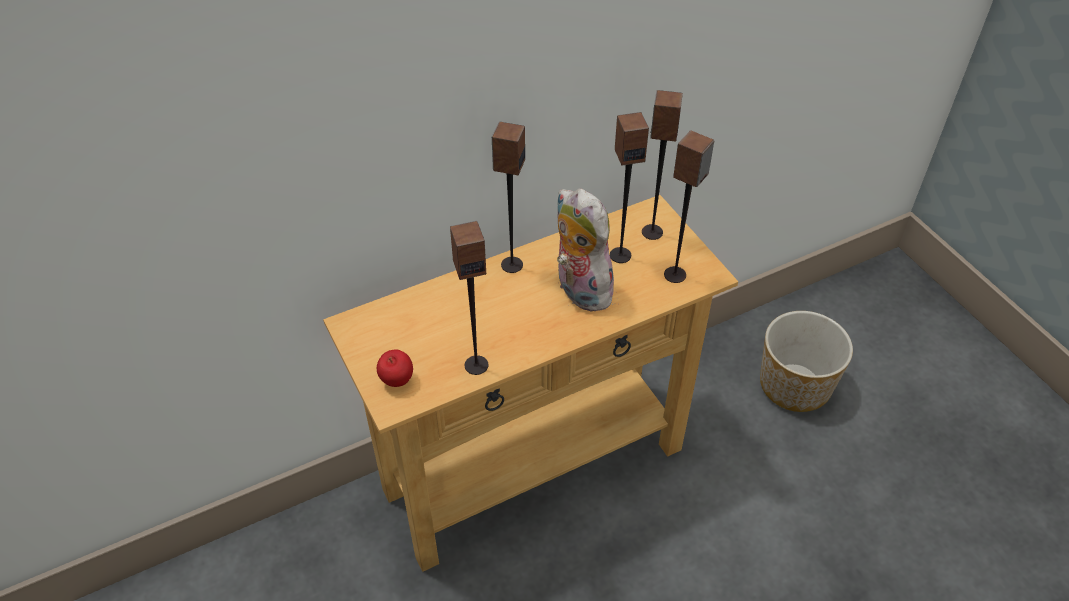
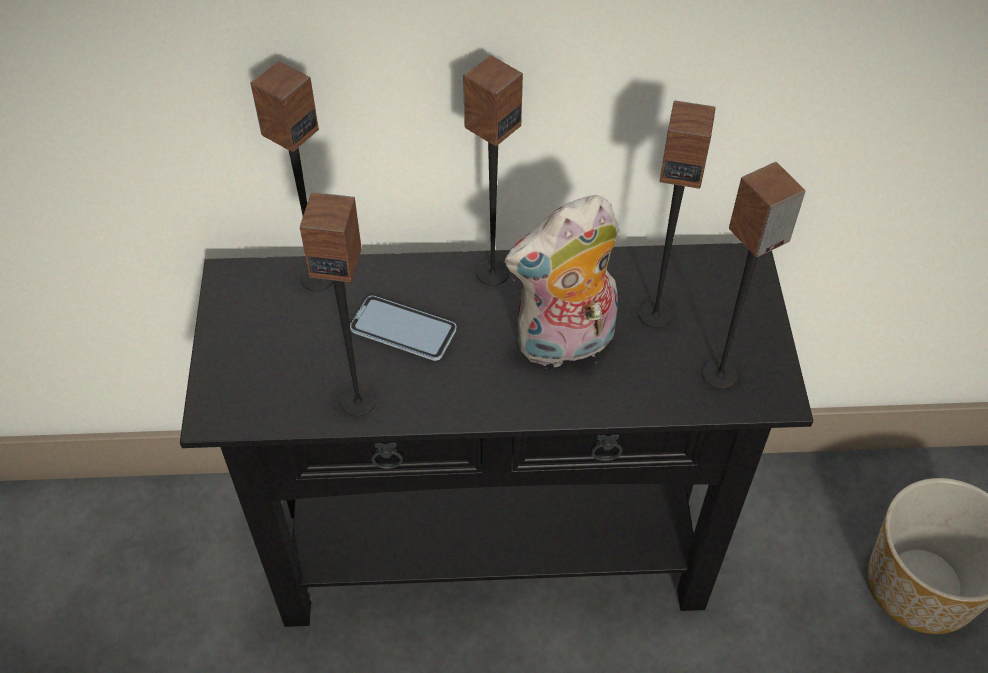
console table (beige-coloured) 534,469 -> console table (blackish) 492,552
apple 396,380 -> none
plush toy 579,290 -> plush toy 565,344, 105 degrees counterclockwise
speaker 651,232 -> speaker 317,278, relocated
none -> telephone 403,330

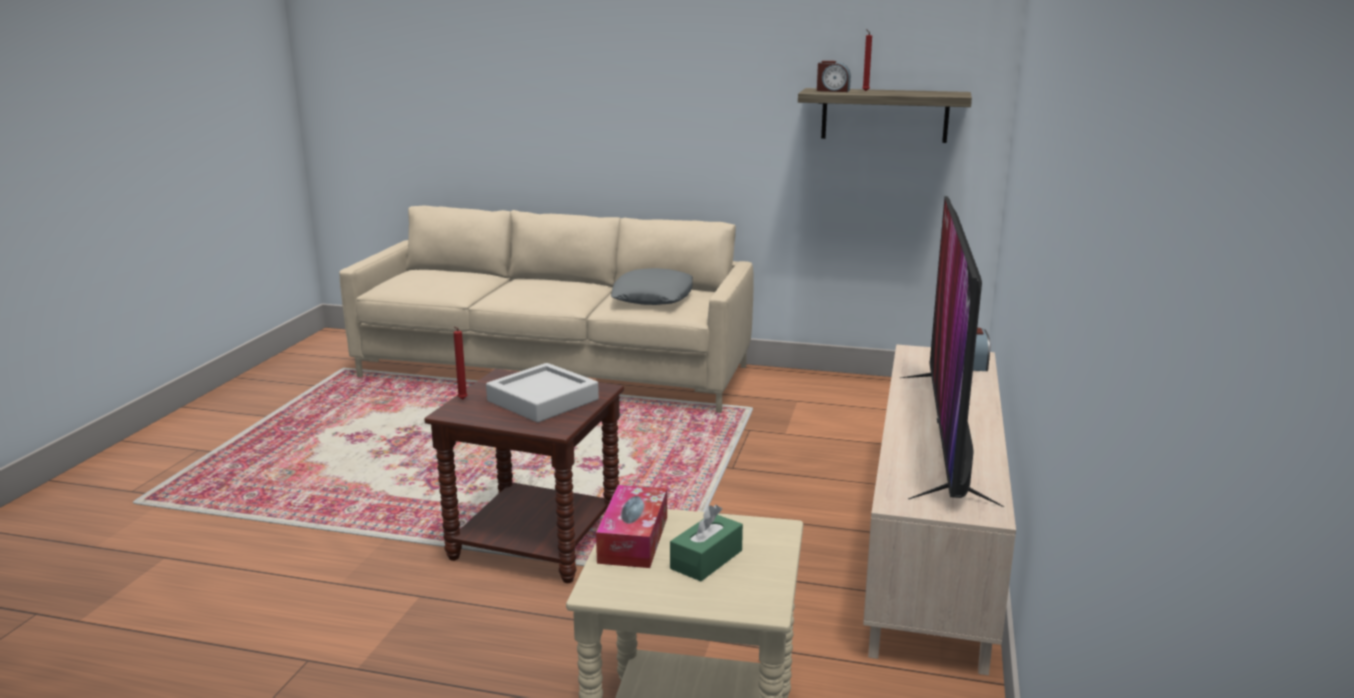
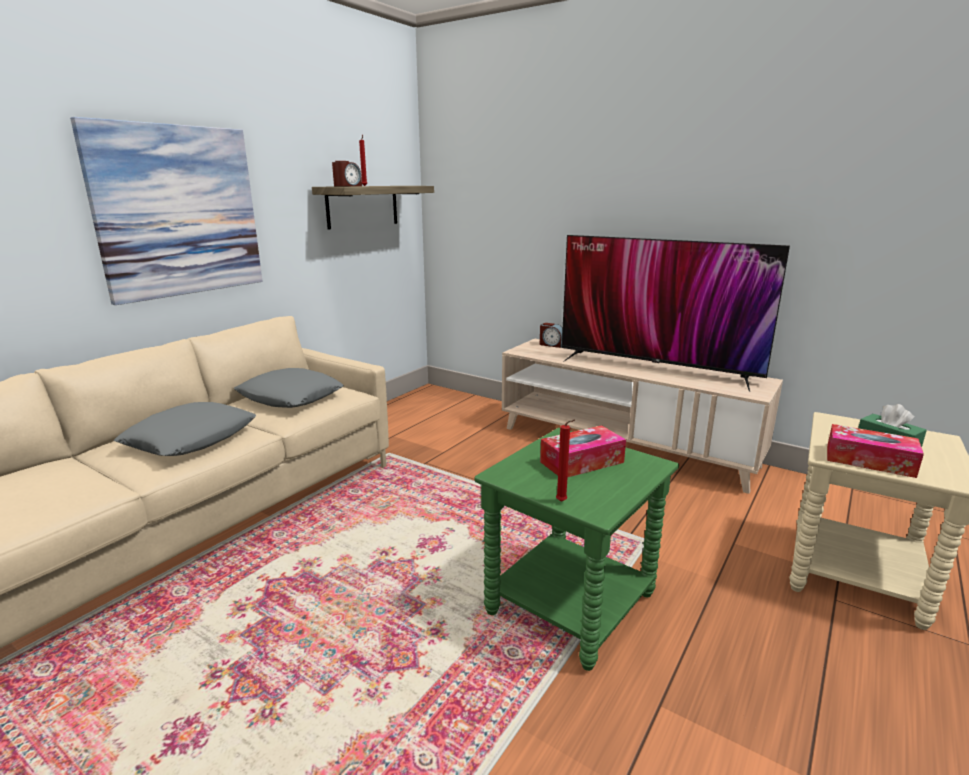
accent table (brownish) 536,542 -> accent table (green) 569,603
tray (greyish) 543,400 -> tissue holder 582,462
none -> picture 178,211
none -> cushion (greyish) 191,438

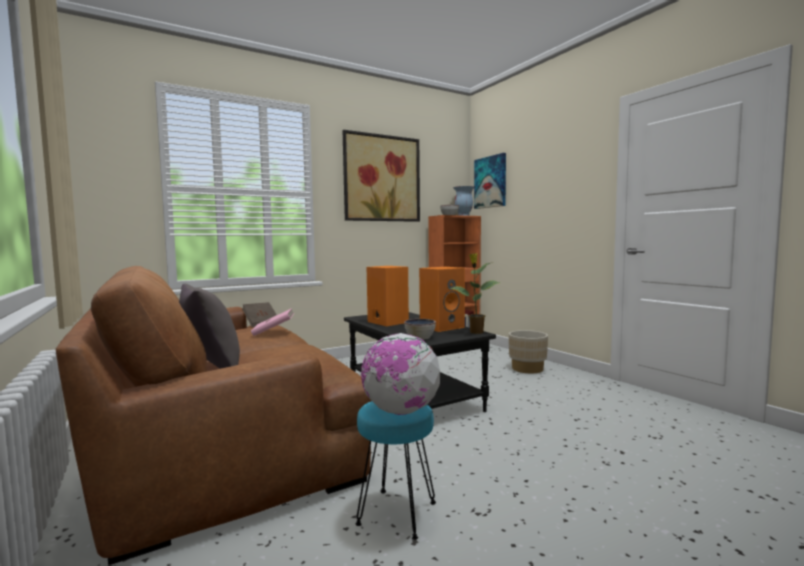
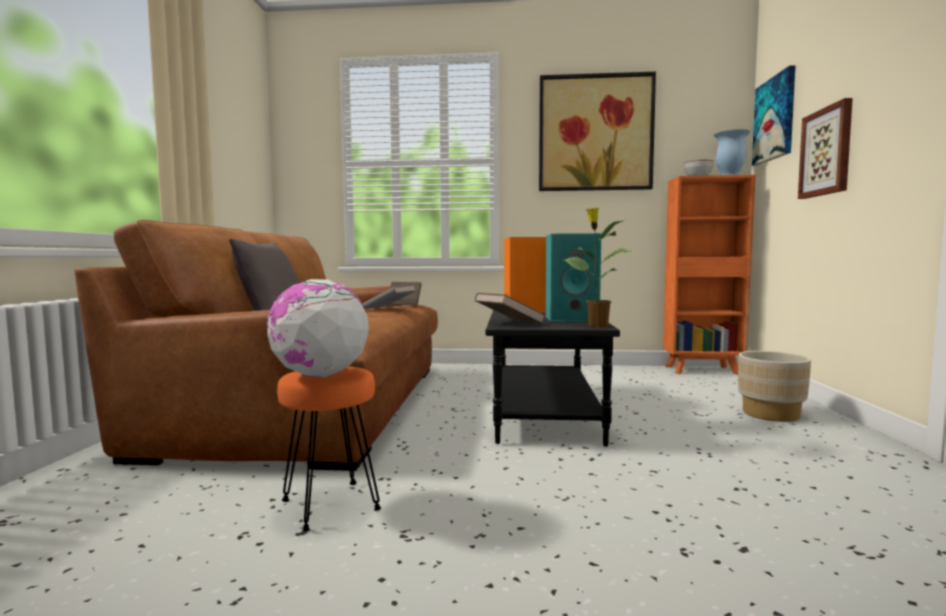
book (pink-coloured) 273,332 -> book (greyish) 389,308
stool seat (blue-green) 396,513 -> stool seat (orange-coloured) 331,504
bowl 420,337 -> book (brownish) 509,323
speaker (orange-coloured) 442,327 -> speaker (blue-green) 572,318
none -> picture 826,152

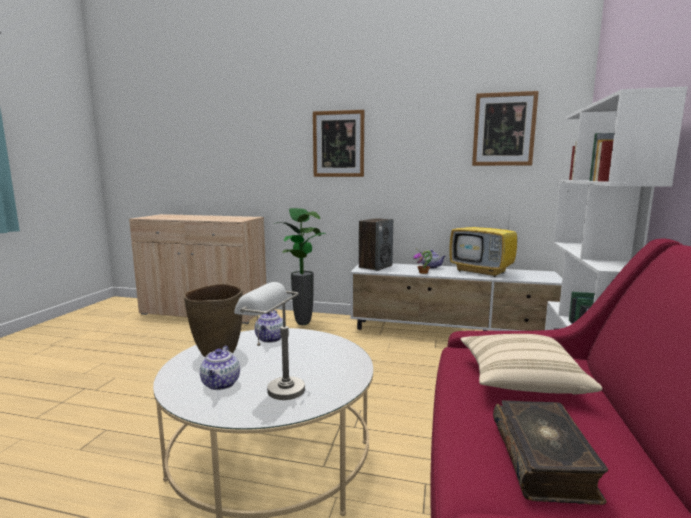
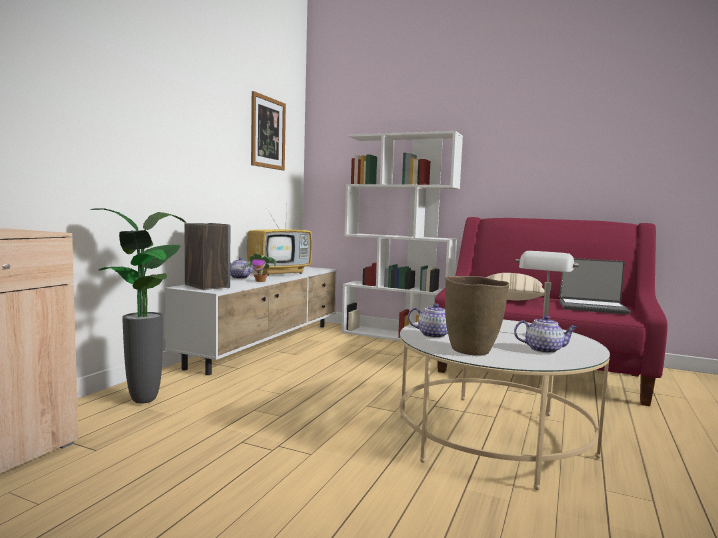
picture 338,144 -> none
book 544,460 -> laptop 592,307

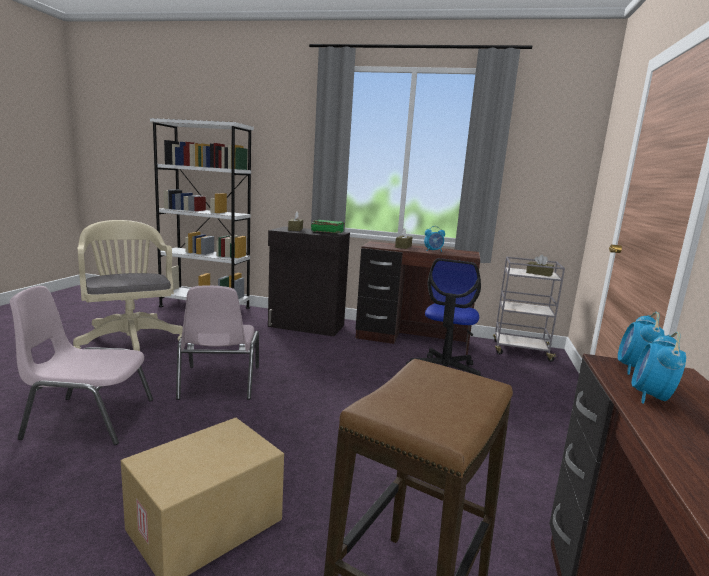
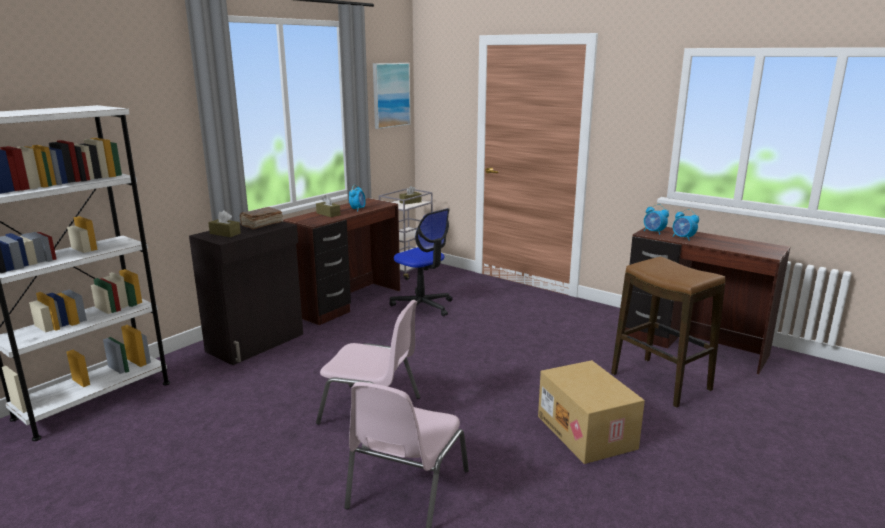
computer chair (beige-coloured) 130,339 -> none
book (green) 327,232 -> book (brownish) 261,224
none -> picture 390,95

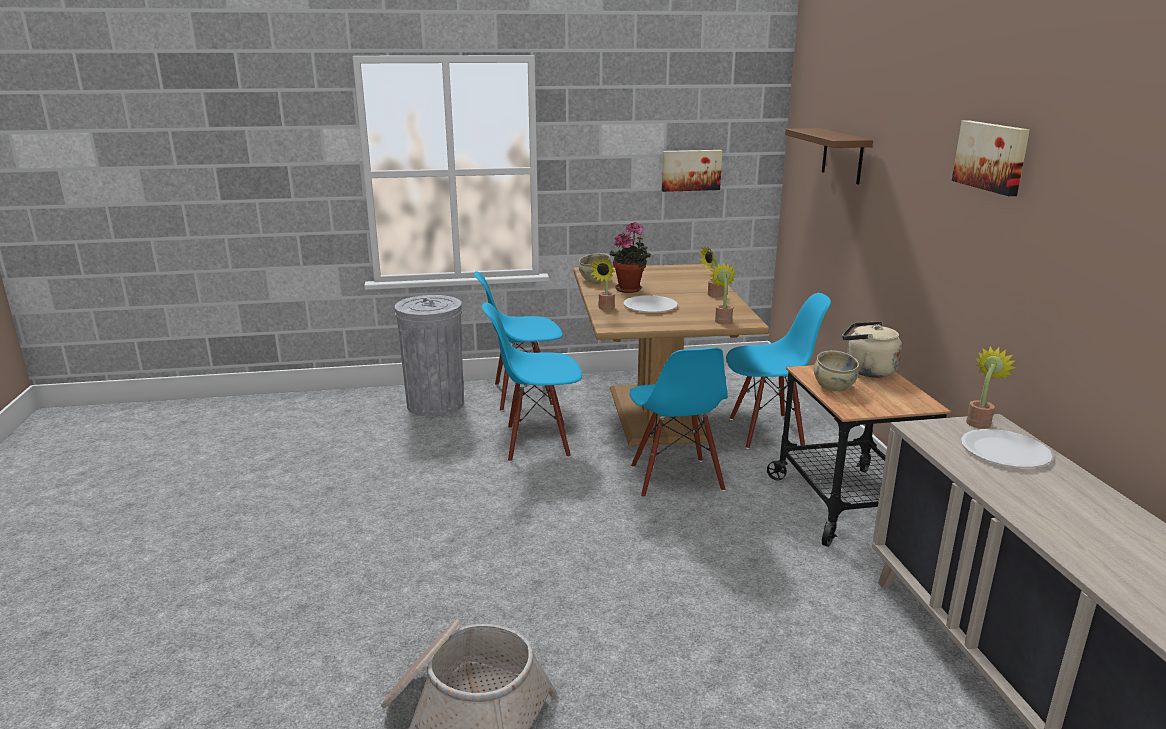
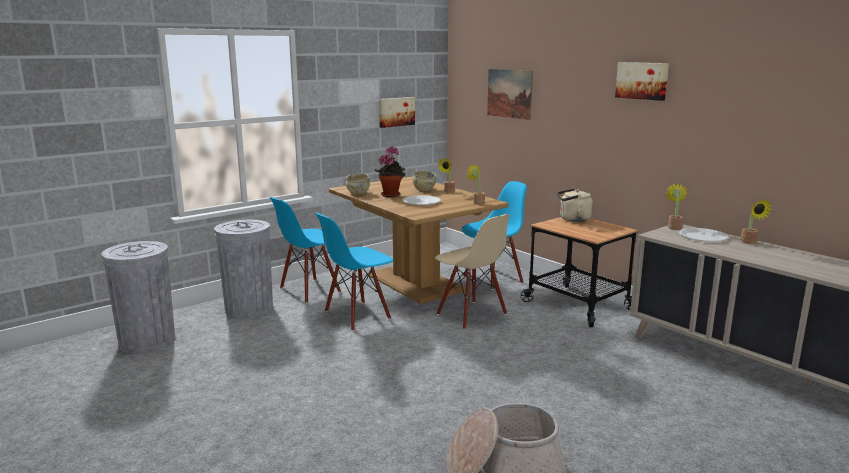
potted plant 605,308 -> potted plant 750,242, relocated
plain chair (blue-coloured) 675,478 -> plain chair (beige-coloured) 471,314
shelf (brownish) 842,156 -> picture 509,93
bowl (beige-coloured) 833,386 -> bowl (beige-coloured) 424,189, relocated
none -> trash can (greyish) 147,342

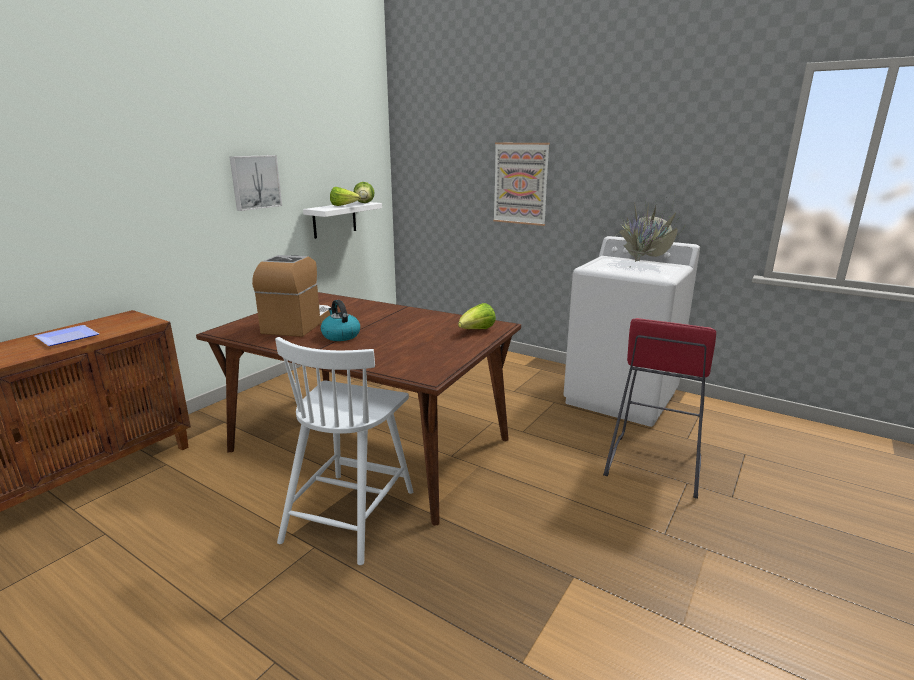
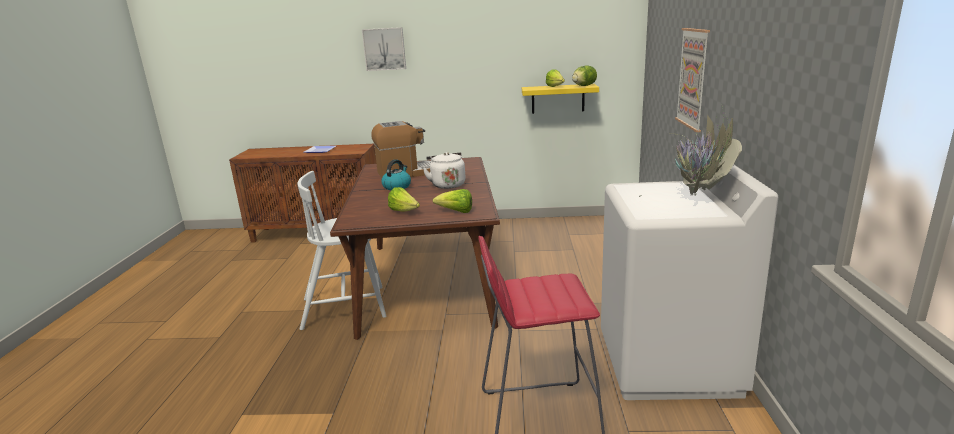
picture 255,182 -> picture 384,49, relocated
shelf (whitish) 334,219 -> shelf (yellowish) 558,99
none -> lettuce head 404,211
none -> kettle (whitish) 447,184

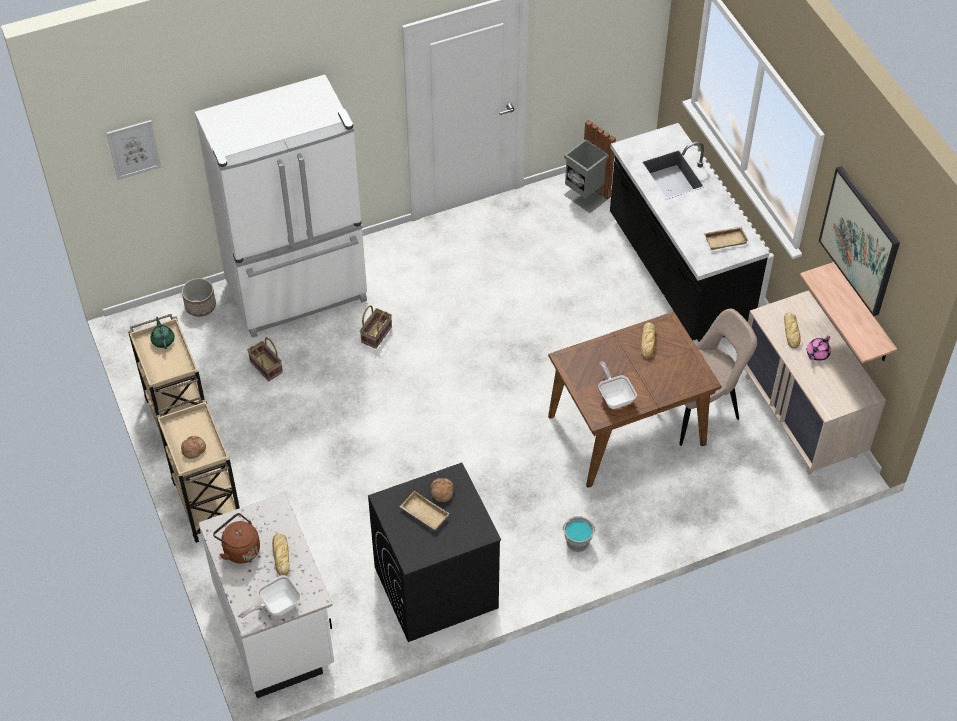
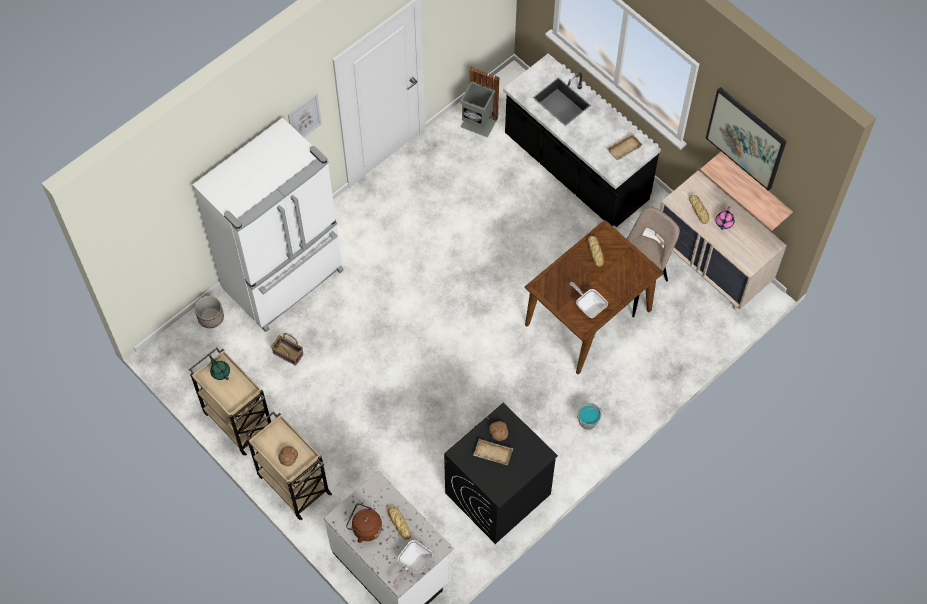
picture 134,149 -> picture 304,118, relocated
basket 376,333 -> none

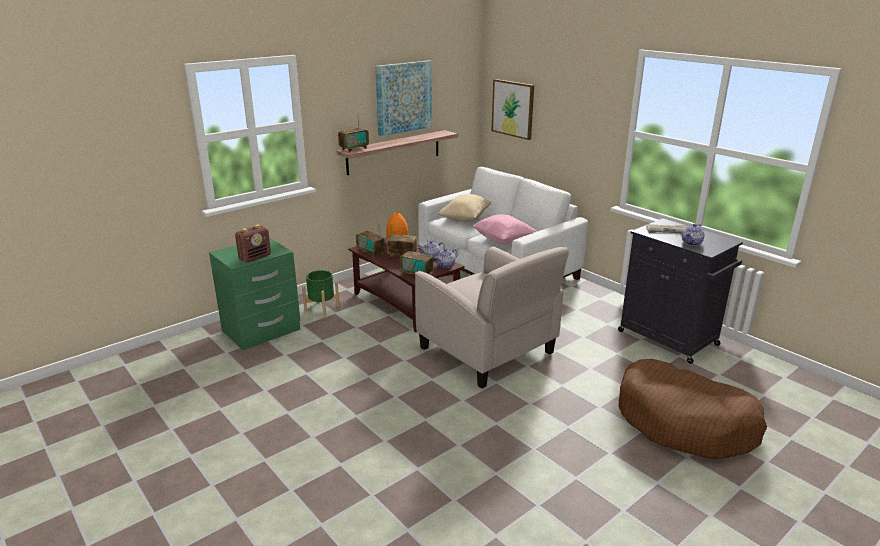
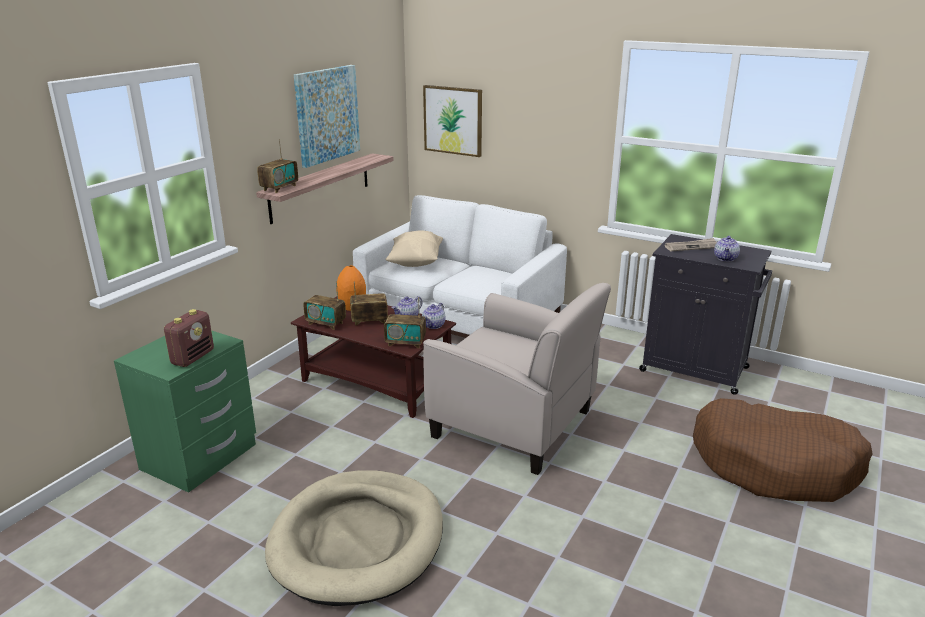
flower pot (green) 322,308 -> none
cushion (pink-coloured) 503,241 -> none
none -> dog bed (beige-coloured) 358,540

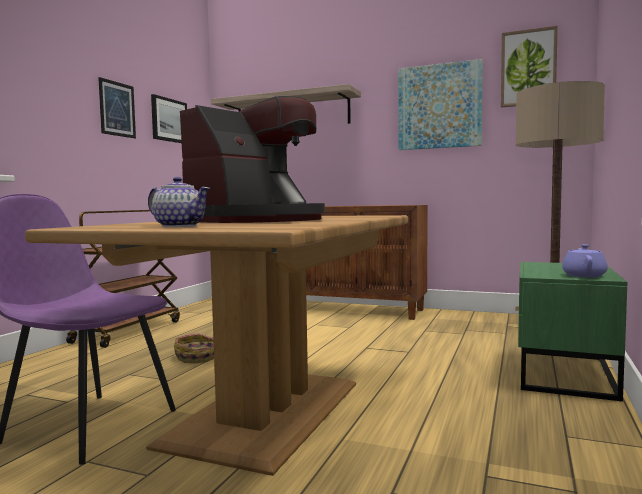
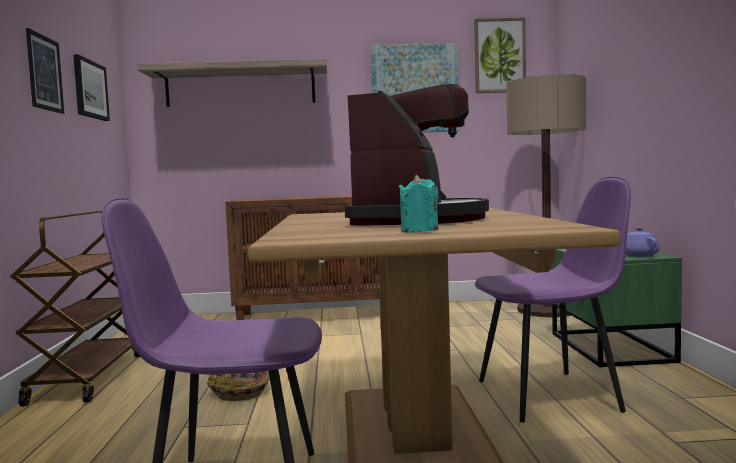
tea pot 179,226 -> wax light (blue-green) 419,230
none -> plain chair (purplish) 550,395

